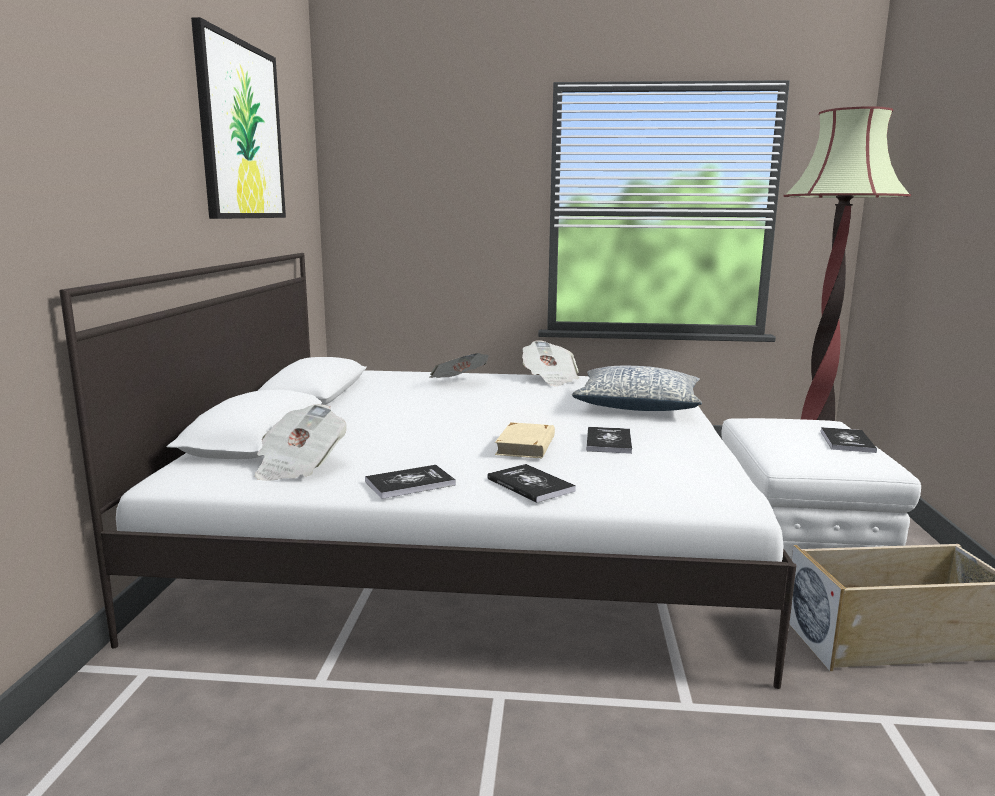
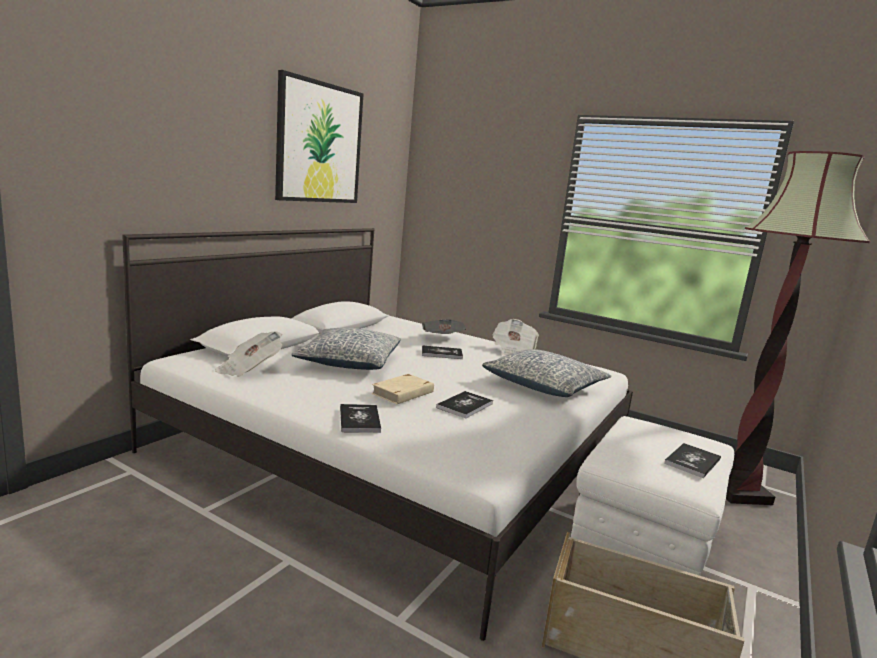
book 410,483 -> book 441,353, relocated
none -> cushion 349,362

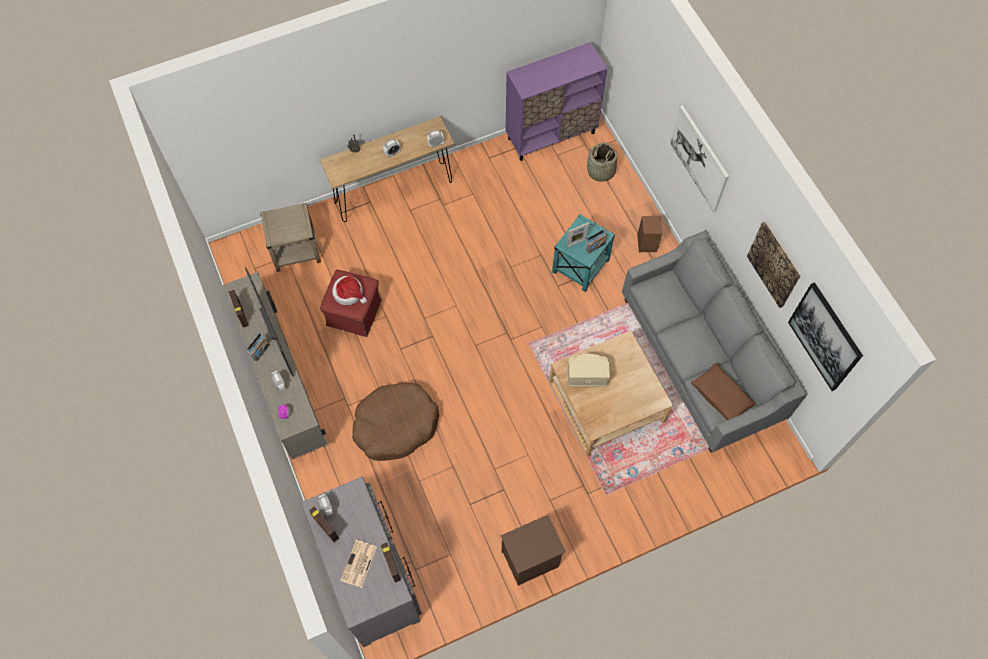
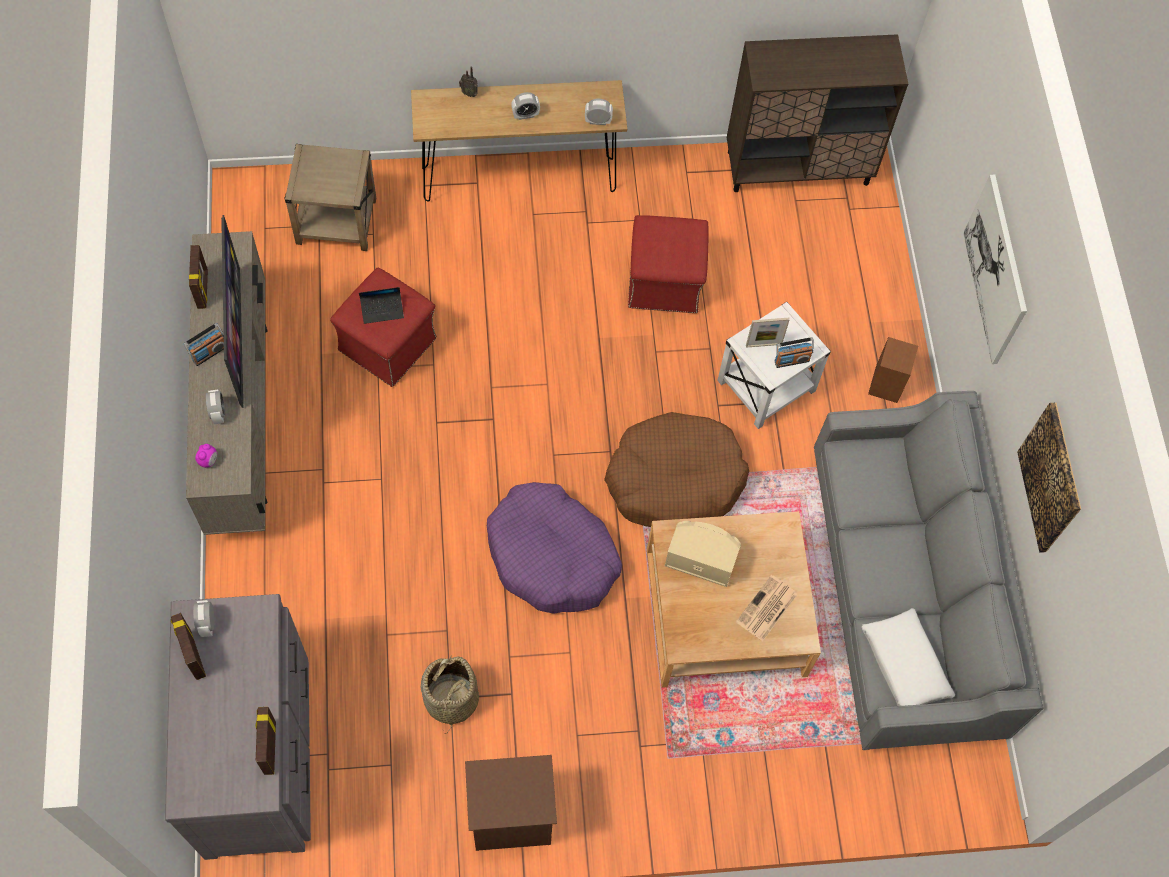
wearable hat 349,293 -> laptop 382,310
daily paper 358,564 -> daily paper 766,609, relocated
dog bed (brownish) 395,425 -> dog bed (brownish) 674,479, relocated
cupboard (purplish) 551,135 -> cupboard (brownish) 798,168
accent table (blue-green) 581,266 -> accent table (whitish) 766,385
basket 601,171 -> basket 450,699, relocated
cushion (brownish) 721,396 -> cushion (whitish) 904,664
picture 825,337 -> none
none -> dog bed (purplish) 552,556
none -> pouffe (reddish) 665,282

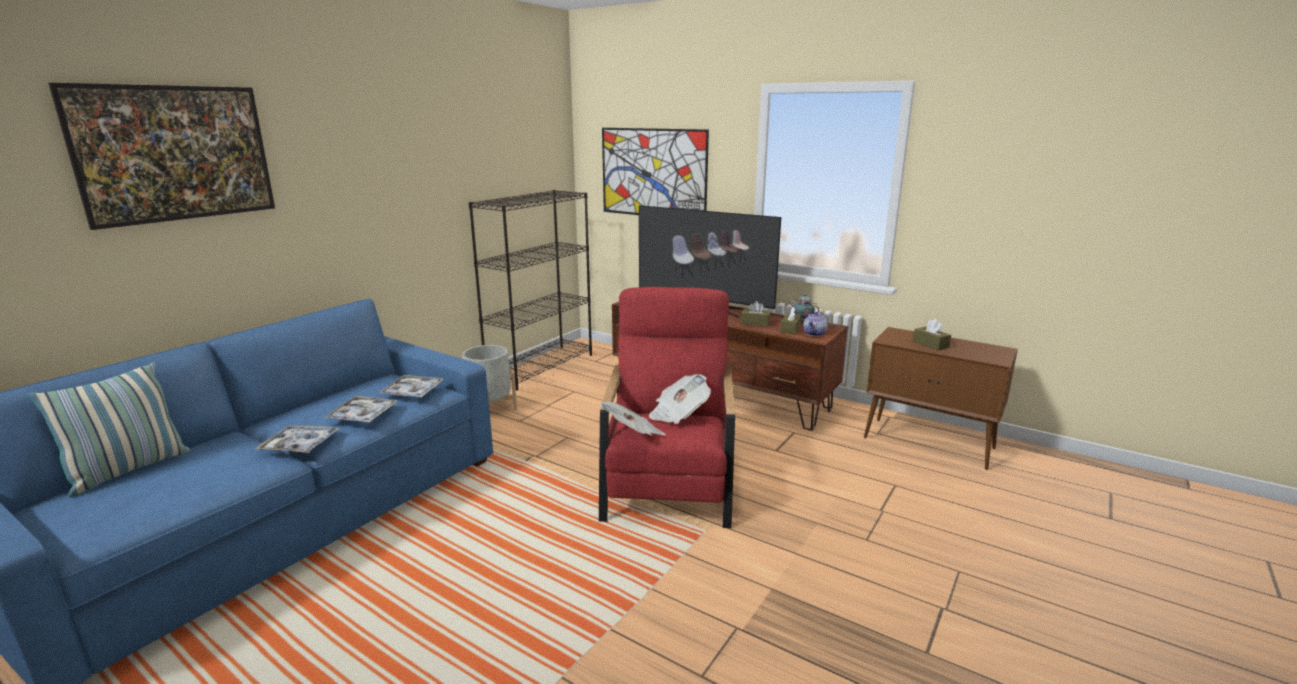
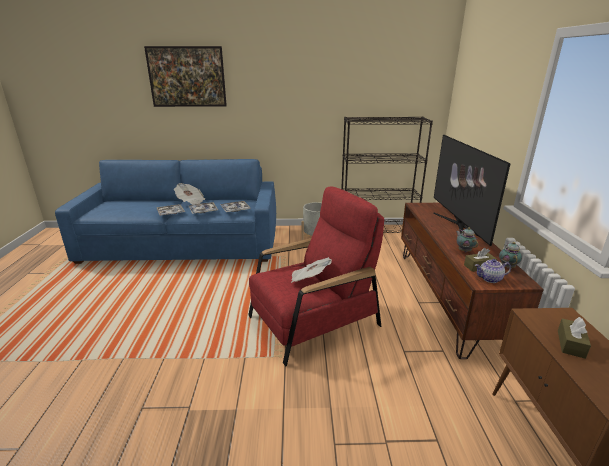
cushion 128,470 -> none
daily paper 633,434 -> daily paper 190,201, relocated
picture 653,173 -> none
tissue holder (brownish) 755,323 -> tea pot 464,250

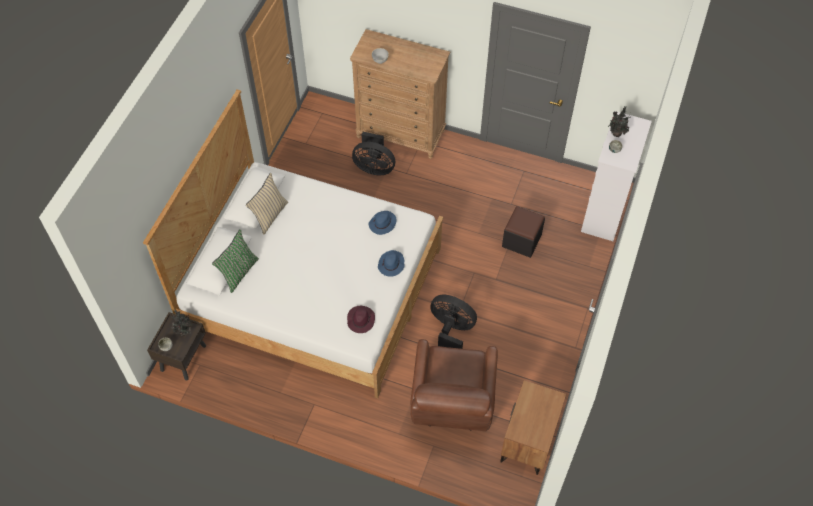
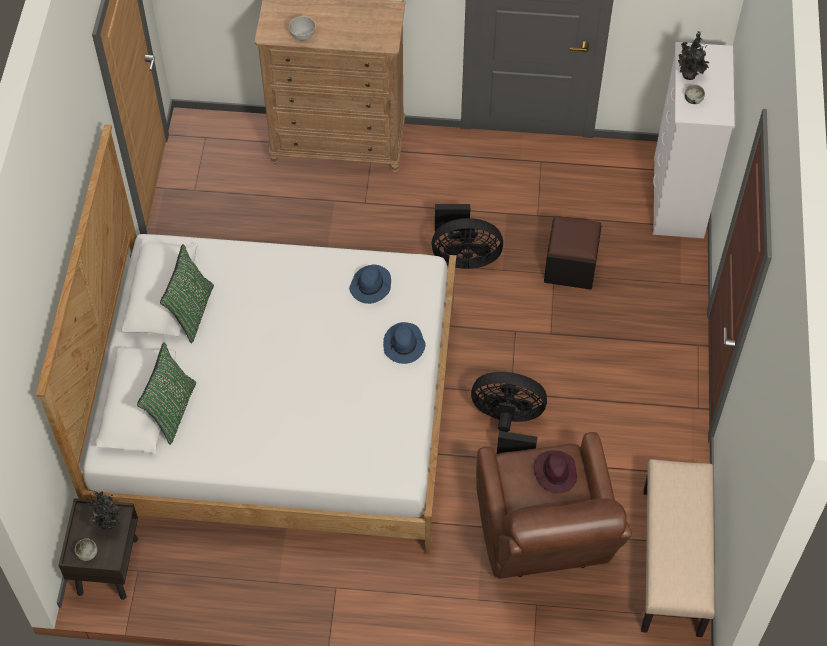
cushion (beige-coloured) 269,215 -> cushion (green) 191,312
wearable hat (purplish) 360,320 -> wearable hat (purplish) 555,472, relocated
fan (blackish) 374,167 -> fan (blackish) 463,256, relocated
nightstand (brownish) 528,441 -> long seat (beige-coloured) 673,562

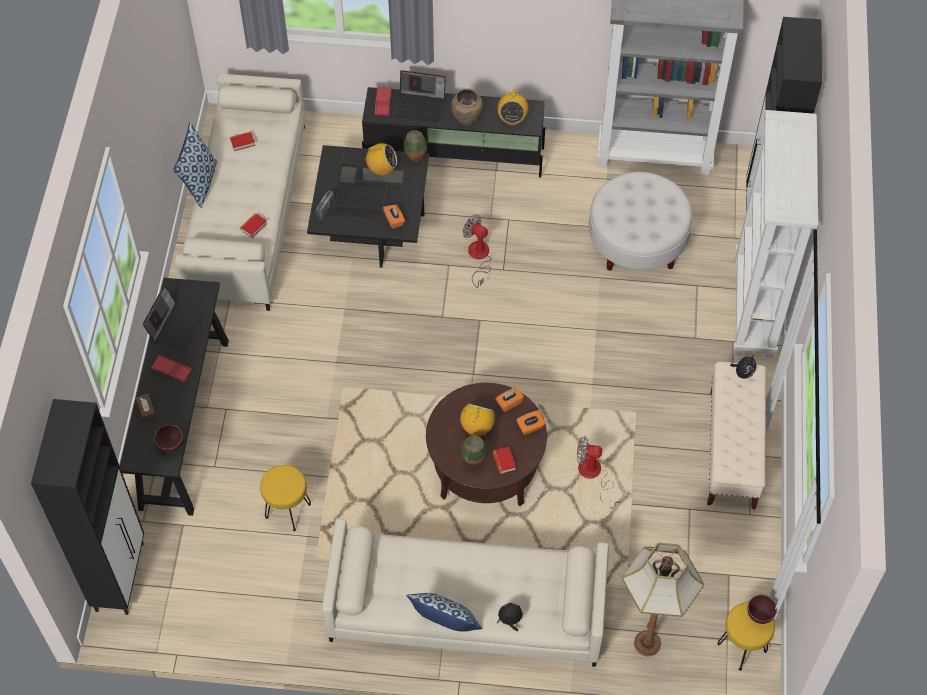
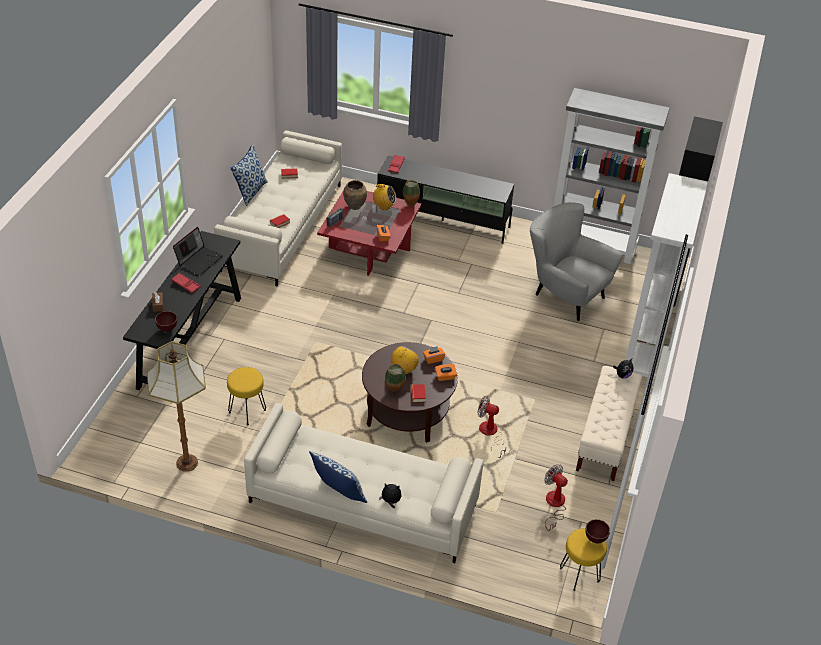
cupboard (blackish) 120,576 -> none
coffee table (blackish) 371,224 -> coffee table (reddish) 369,249
laptop 421,105 -> none
flower vase (brownish) 467,120 -> flower vase (brownish) 355,206, relocated
fan 478,257 -> fan 554,505, relocated
radio set 512,119 -> none
pouffe (whitish) 637,242 -> easy chair (greyish) 564,294
standard lamp 647,644 -> standard lamp 186,464, relocated

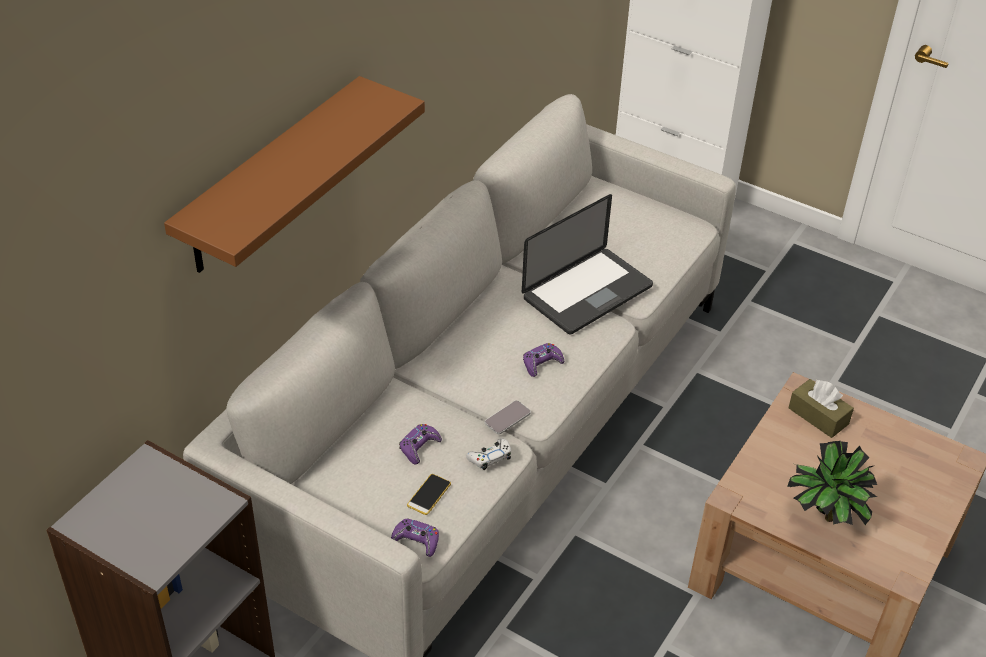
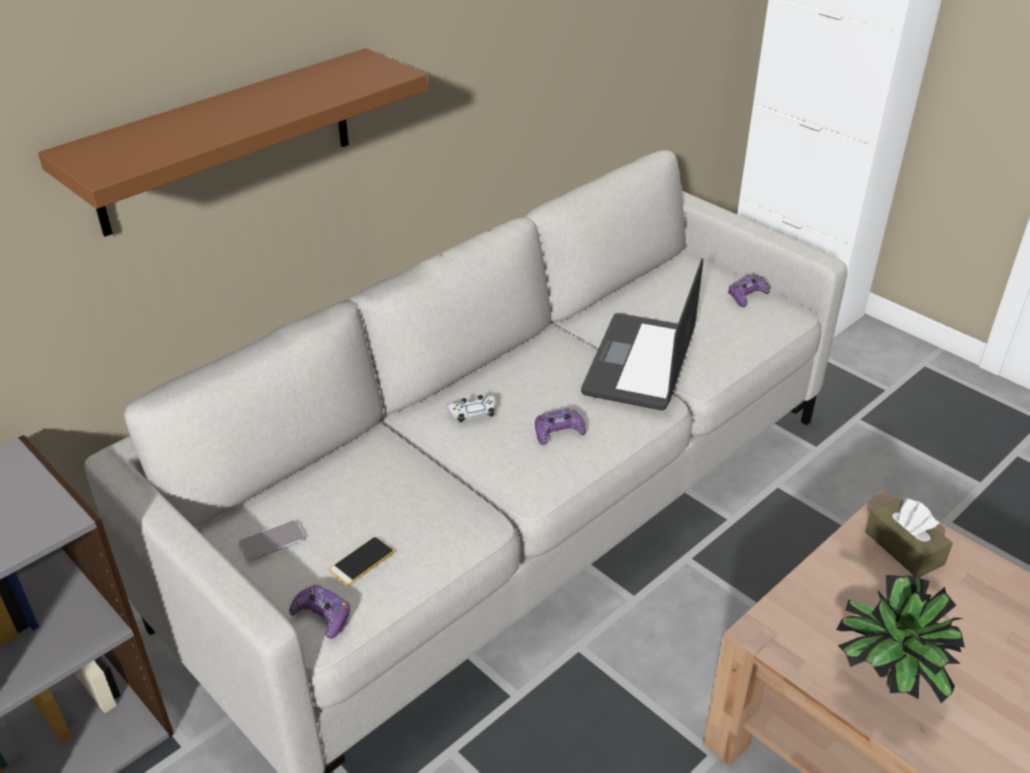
joypad (purplish) 419,447 -> joypad (purplish) 747,295, relocated
joypad (whitish) 490,457 -> joypad (whitish) 472,412, relocated
telephone 507,418 -> telephone 272,541, relocated
laptop 587,292 -> laptop 639,363, 135 degrees clockwise

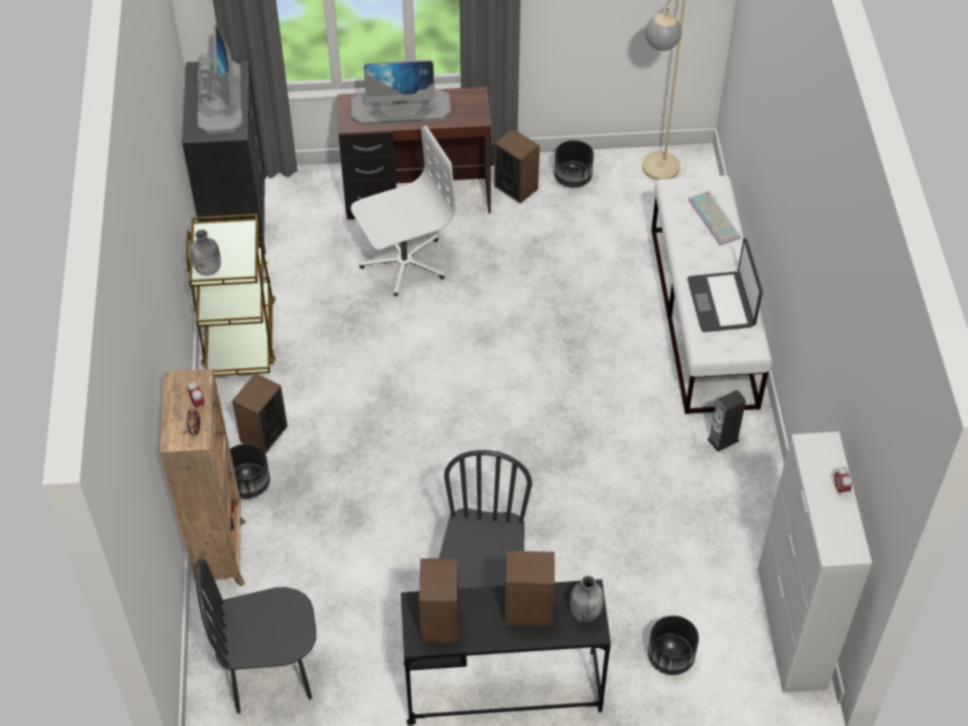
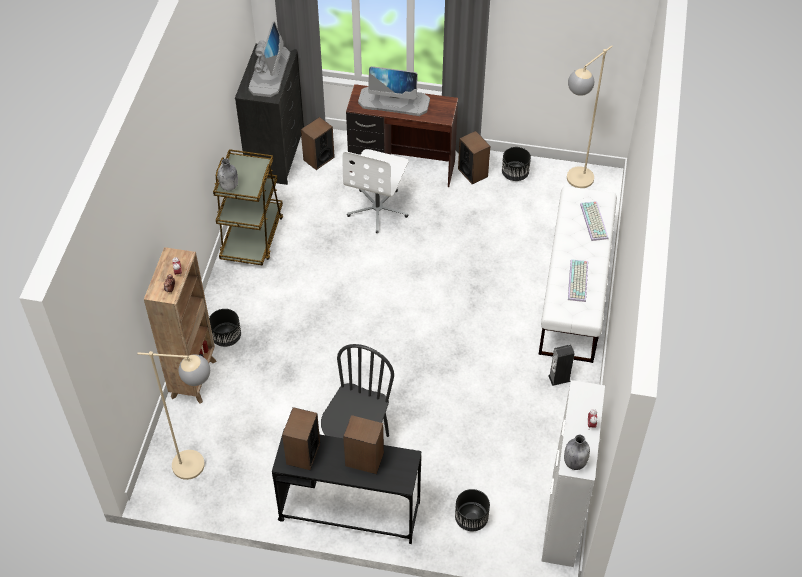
plain chair (blackish) 270,674 -> standard lamp (beige-coloured) 200,466
speaker 263,434 -> speaker 318,158, relocated
computer chair (whitish) 404,262 -> computer chair (whitish) 378,209, 120 degrees clockwise
bottle (greyish) 585,612 -> bottle (greyish) 574,462, relocated
laptop 722,303 -> computer keyboard 579,281

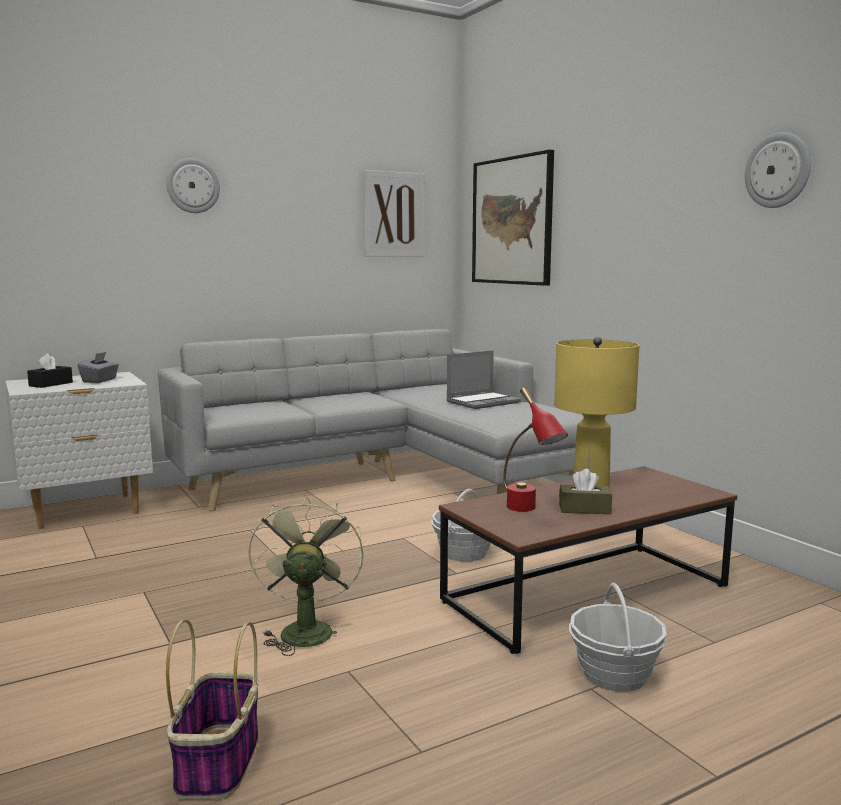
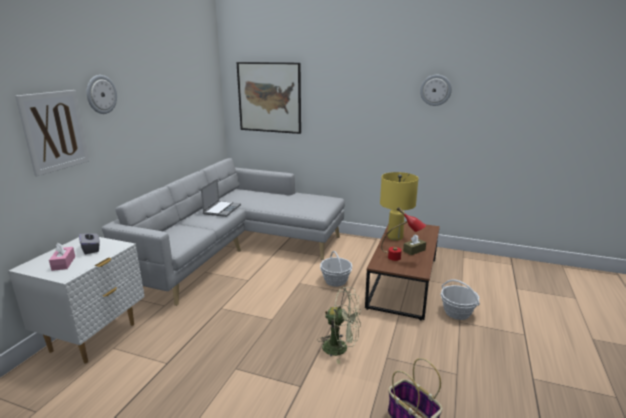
tissue holder (blackish) 51,384 -> tissue holder (pink-coloured) 63,263
fan (green) 305,629 -> fan (green) 340,348, 150 degrees clockwise
picture 394,214 -> picture 54,131, relocated
laptop 483,402 -> laptop 222,209, relocated

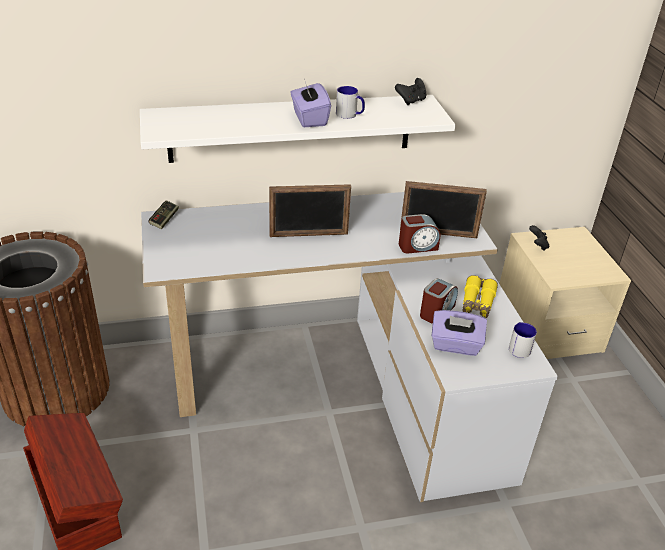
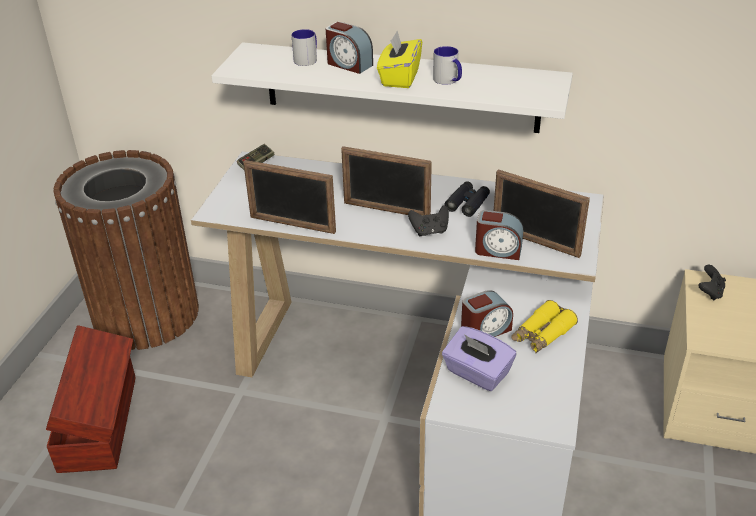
tissue holder (purplish) 309,118 -> tissue holder (yellowish) 399,78
joypad (blackish) 411,101 -> joypad (blackish) 429,231, relocated
coffee mug 518,347 -> coffee mug 307,59, relocated
none -> photo frame 292,225
none -> bedside clock 349,64
none -> pair of binoculars (blackish) 467,203

